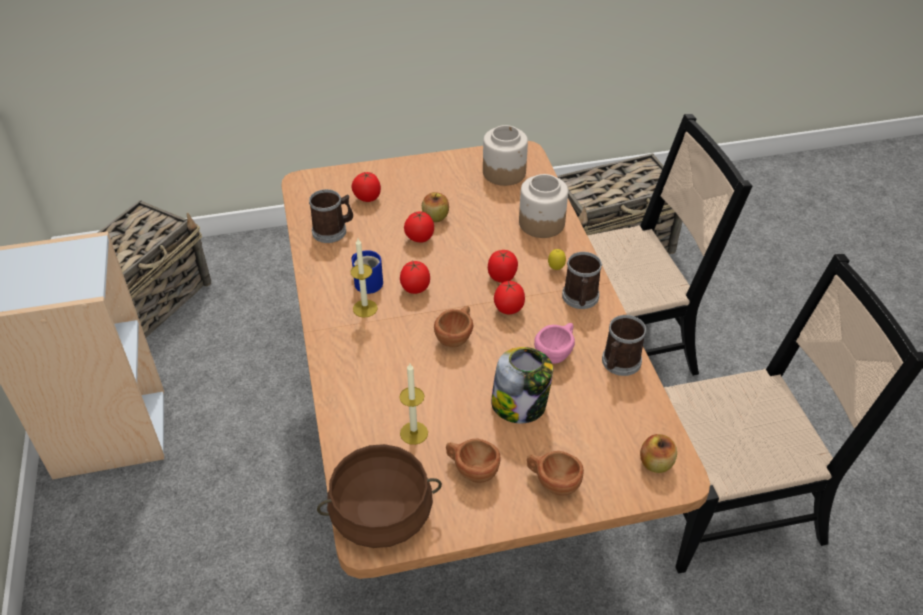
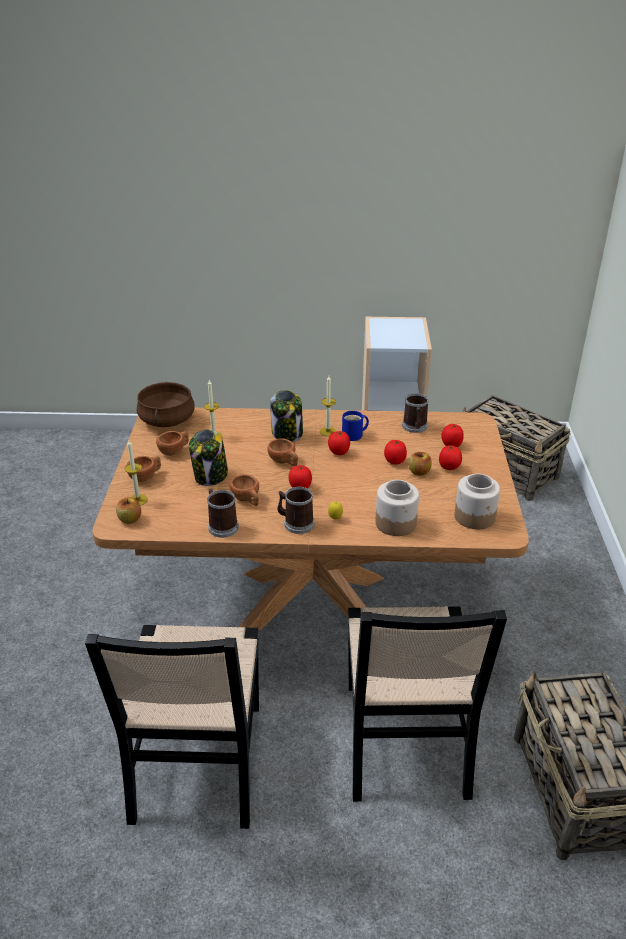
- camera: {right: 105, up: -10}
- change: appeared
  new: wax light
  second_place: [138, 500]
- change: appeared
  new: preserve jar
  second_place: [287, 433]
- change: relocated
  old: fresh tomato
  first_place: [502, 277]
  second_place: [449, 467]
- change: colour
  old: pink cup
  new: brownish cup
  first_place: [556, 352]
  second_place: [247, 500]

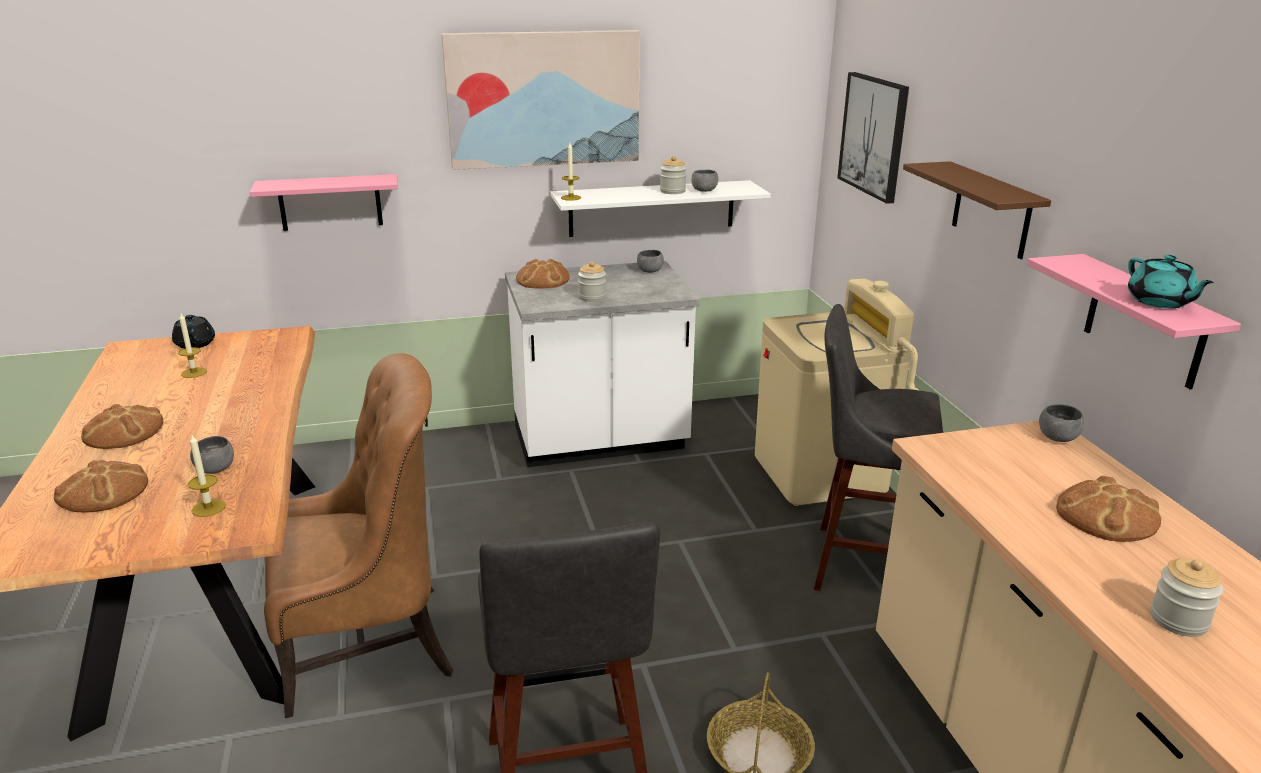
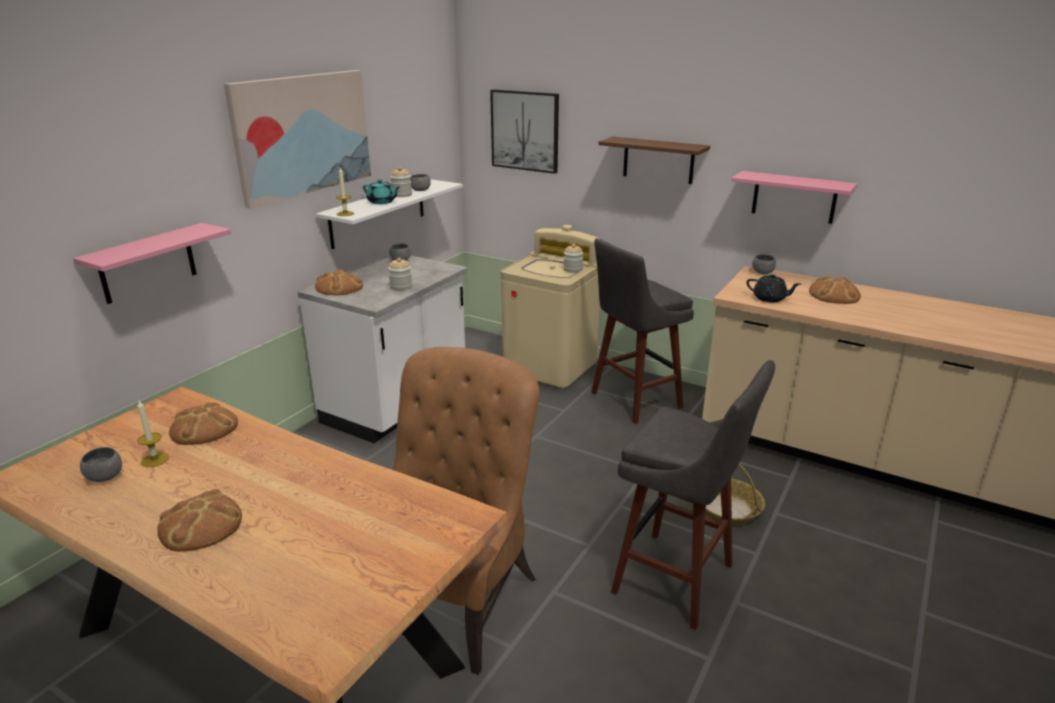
- camera: {right: -45, up: 0}
- change: missing
  old: wax light
  first_place: [208, 508]
- change: relocated
  old: baked bread
  first_place: [103, 492]
  second_place: [204, 428]
- change: relocated
  old: black-coloured pot for tea
  first_place: [195, 344]
  second_place: [770, 298]
- change: relocated
  old: gray bowl
  first_place: [215, 469]
  second_place: [105, 477]
- change: relocated
  old: blue-green pot for tea
  first_place: [1159, 302]
  second_place: [382, 202]
- change: relocated
  old: preserve jar
  first_place: [1178, 620]
  second_place: [573, 269]

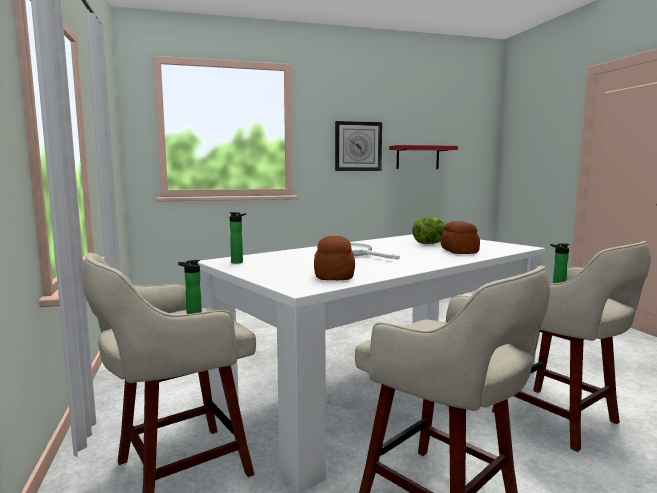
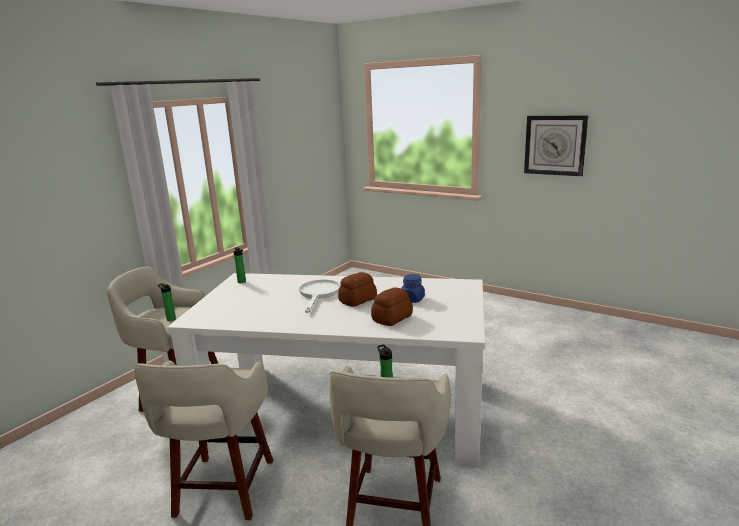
- camera: {right: 50, up: 10}
- change: missing
  old: red wall shelf
  first_place: [417, 157]
- change: relocated
  old: baked bread
  first_place: [335, 275]
  second_place: [358, 300]
- change: exchanged
  old: lettuce
  new: bluish preserve jar
  first_place: [430, 244]
  second_place: [412, 299]

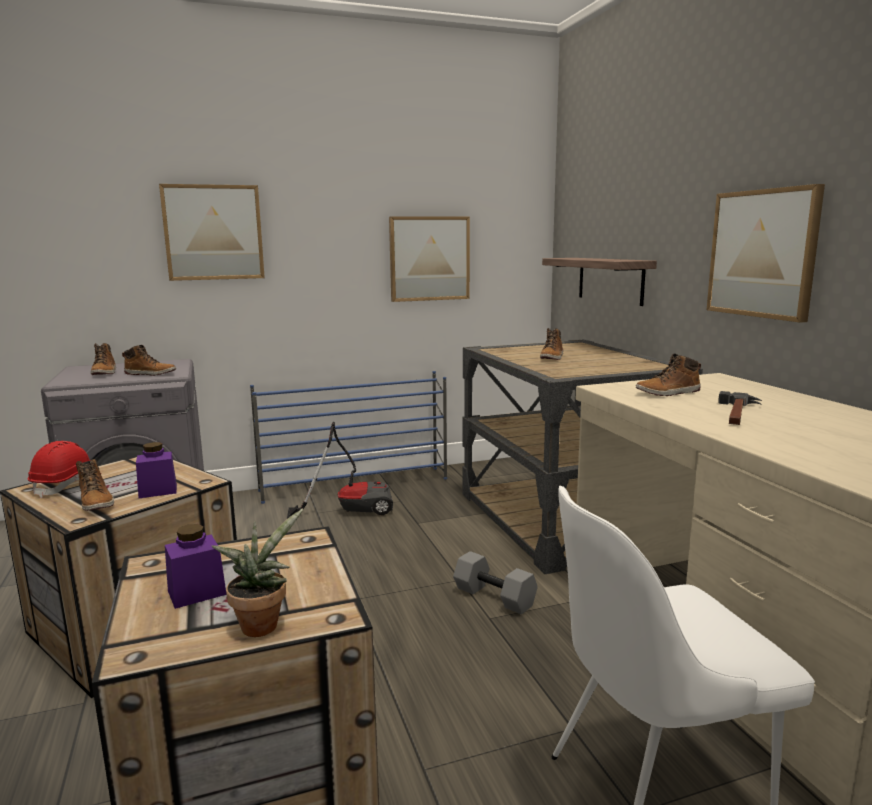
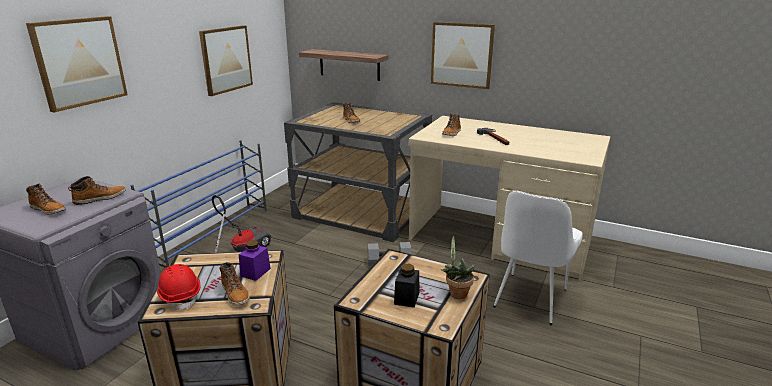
- camera: {right: -45, up: 10}
- change: colour
  old: purple preserve jar
  new: black-coloured preserve jar
  first_place: [197, 592]
  second_place: [406, 298]
- change: spun
  old: tall boot
  first_place: [96, 502]
  second_place: [235, 294]
  degrees: 45

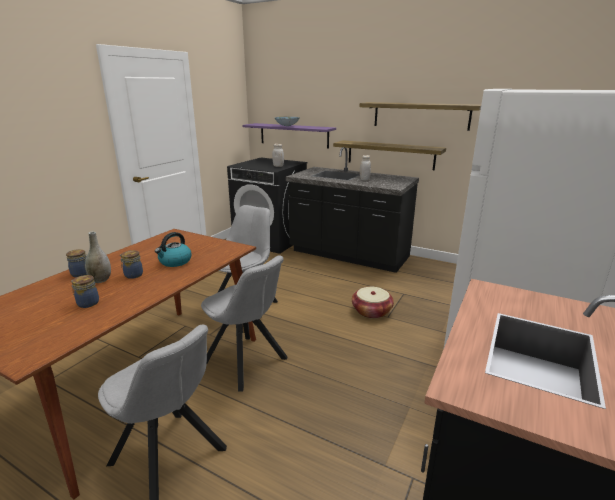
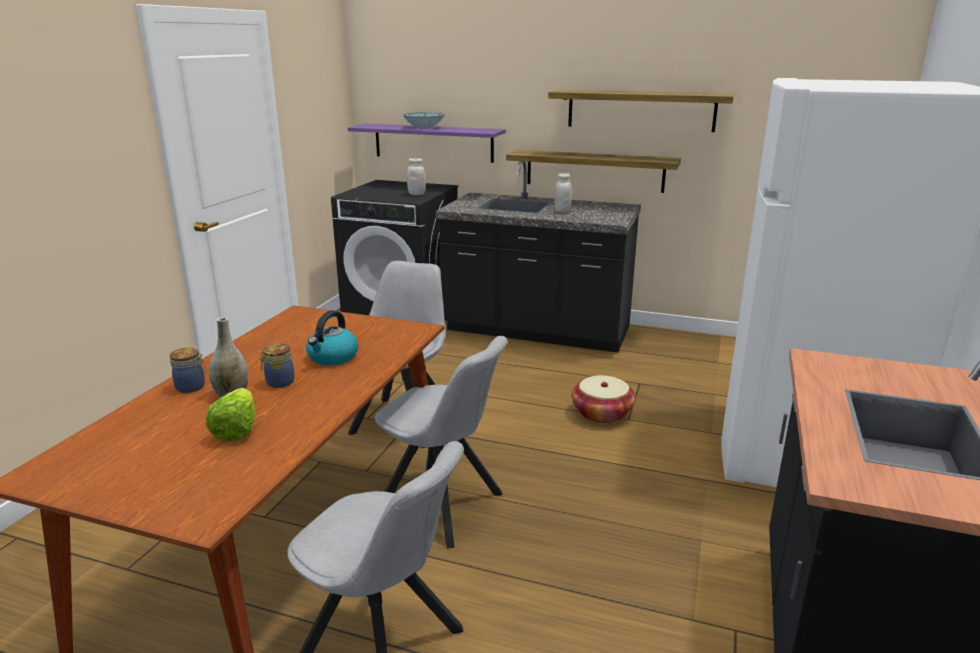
- camera: {right: -10, up: 0}
- change: exchanged
  old: preserve jar
  new: lettuce
  first_place: [87, 303]
  second_place: [236, 430]

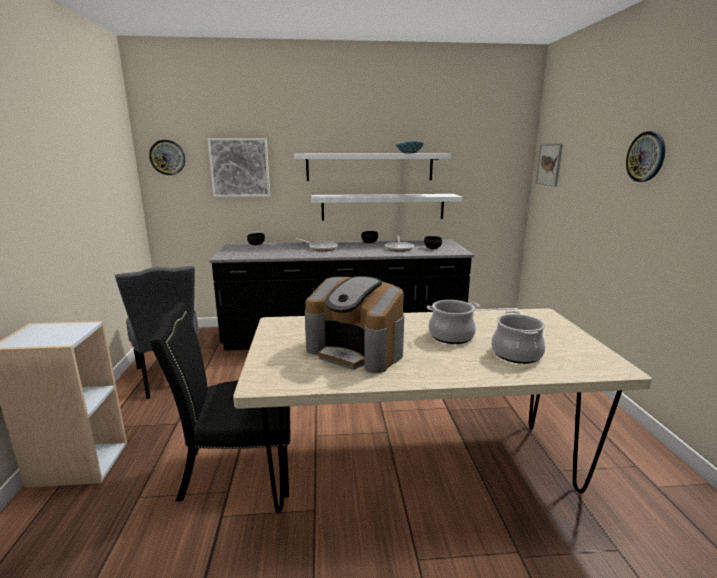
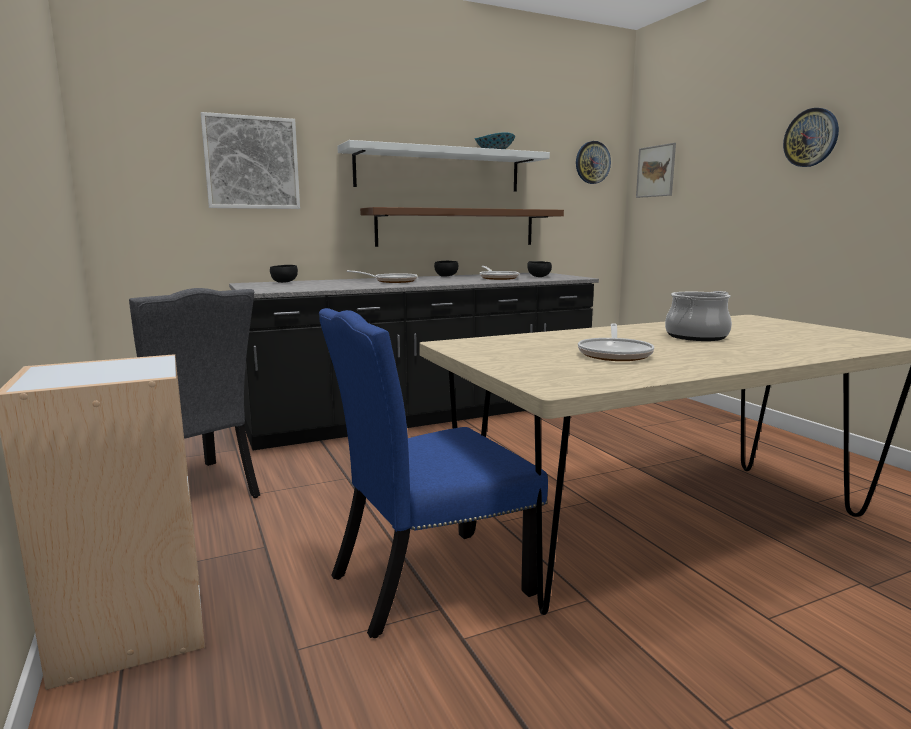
- camera: {right: -20, up: -5}
- change: missing
  old: stockpot
  first_place: [516, 354]
- change: relocated
  old: hanging clock
  first_place: [167, 157]
  second_place: [592, 162]
- change: exchanged
  old: coffee machine
  new: frying pan
  first_place: [356, 350]
  second_place: [615, 354]
- change: colour
  old: black-coloured upright chair
  new: bluish upright chair
  first_place: [240, 470]
  second_place: [433, 581]
- change: colour
  old: whitish wall shelf
  new: brownish wall shelf
  first_place: [383, 207]
  second_place: [457, 227]

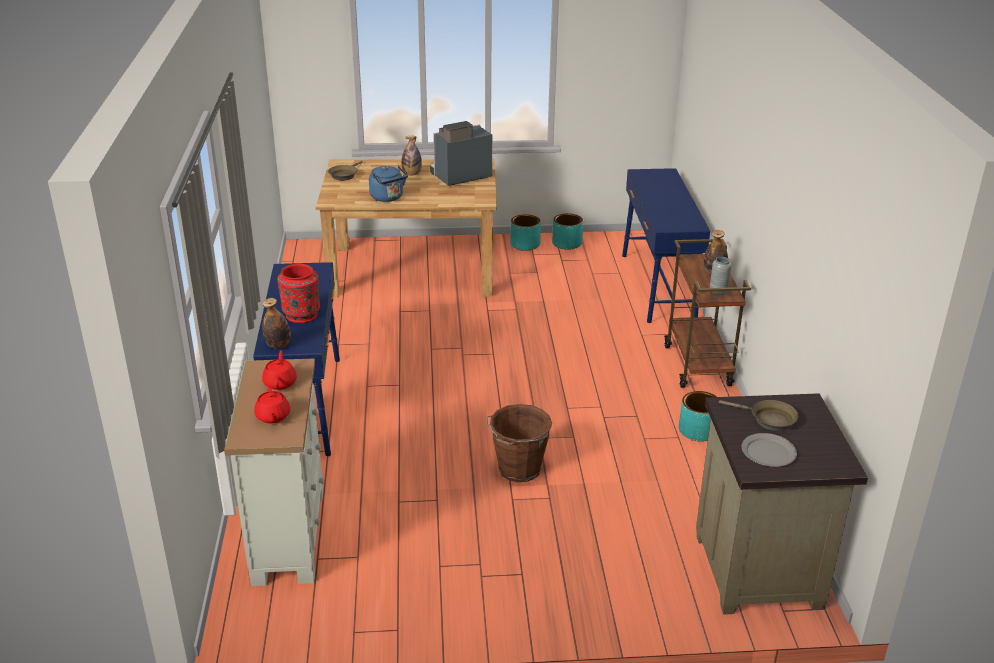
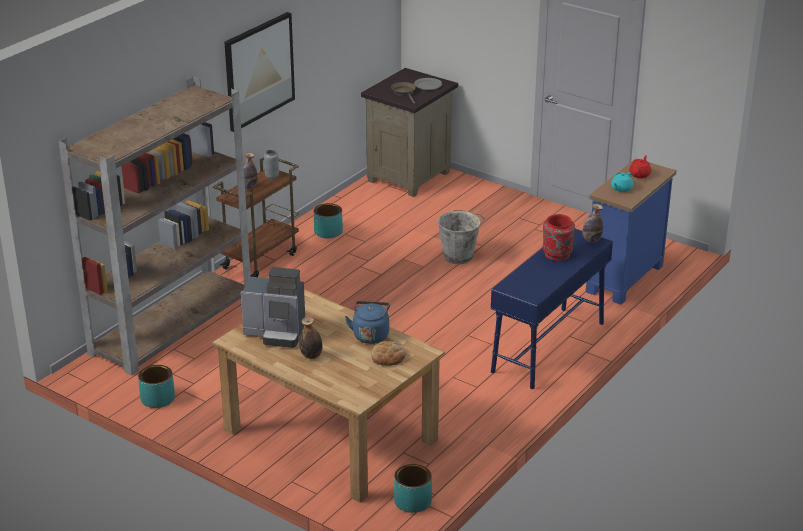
- camera: {right: -140, up: 0}
- change: missing
  old: brownish frying pan
  first_place: [344, 175]
- change: appeared
  new: picture
  second_place: [259, 71]
- change: appeared
  new: baked bread
  second_place: [388, 357]
- change: relocated
  old: blue-green plant pot
  first_place: [525, 244]
  second_place: [412, 502]
- change: exchanged
  old: bluish hall table
  new: brownish bookcase
  first_place: [656, 287]
  second_place: [172, 323]
- change: colour
  old: whitish chest of drawers
  new: bluish chest of drawers
  first_place: [289, 536]
  second_place: [623, 279]
- change: colour
  old: red pot for tea
  new: blue-green pot for tea
  first_place: [280, 382]
  second_place: [621, 189]
- change: colour
  old: brownish water bucket
  new: gray water bucket
  first_place: [518, 470]
  second_place: [459, 256]

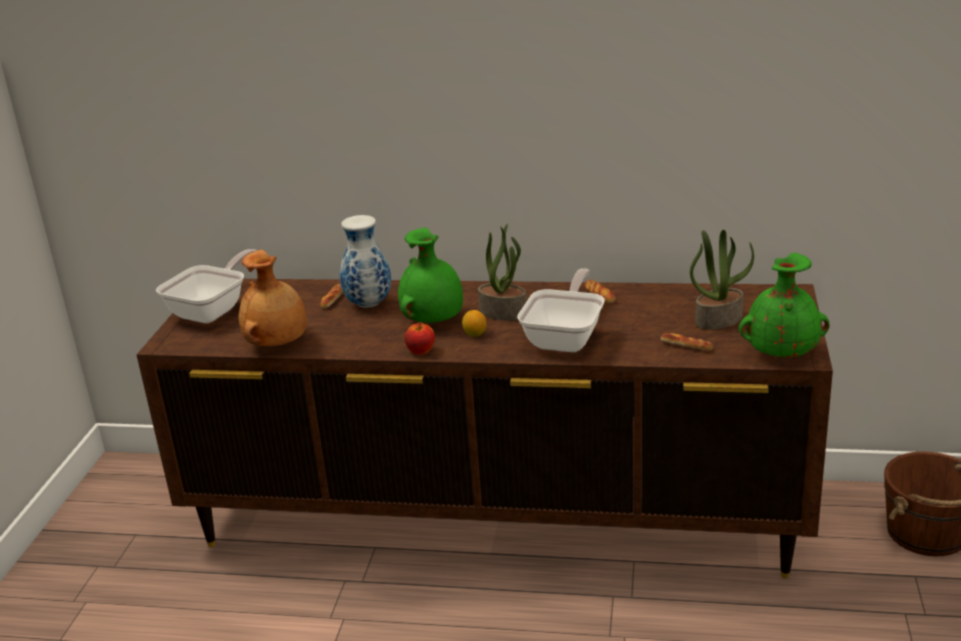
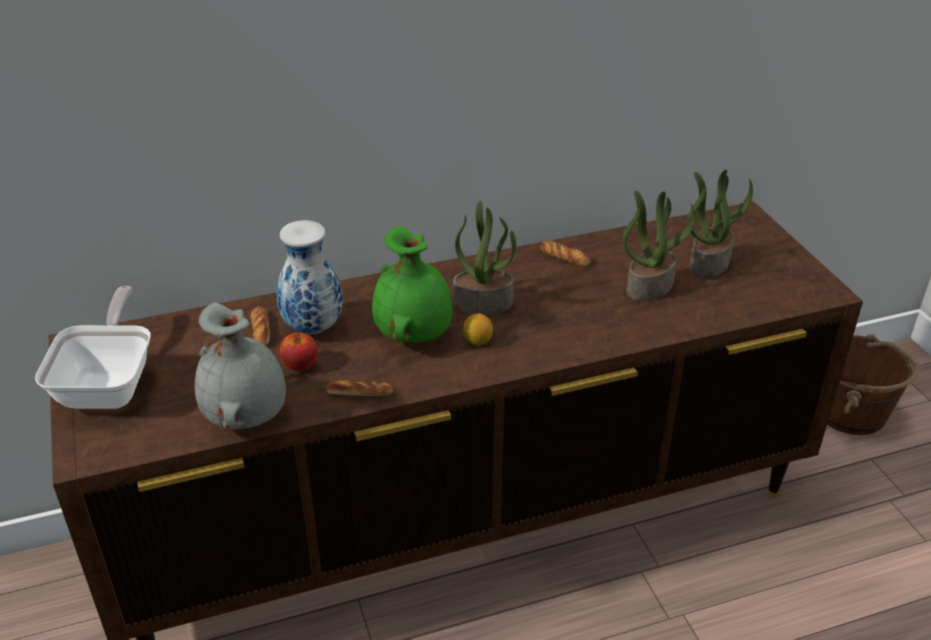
- camera: {right: -30, up: 10}
- change: missing
  old: frying pan
  first_place: [566, 337]
- change: missing
  old: green vase
  first_place: [781, 353]
- change: appeared
  new: plant in a pot
  second_place: [649, 286]
- change: relocated
  old: apple fruit
  first_place: [421, 351]
  second_place: [300, 365]
- change: relocated
  old: baked bread
  first_place: [686, 346]
  second_place: [360, 393]
- change: colour
  old: brownish vase
  new: gray vase
  first_place: [278, 344]
  second_place: [247, 416]

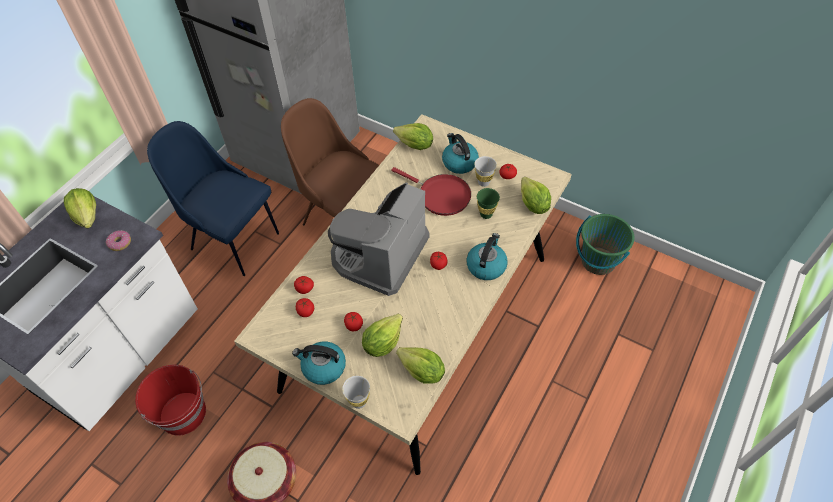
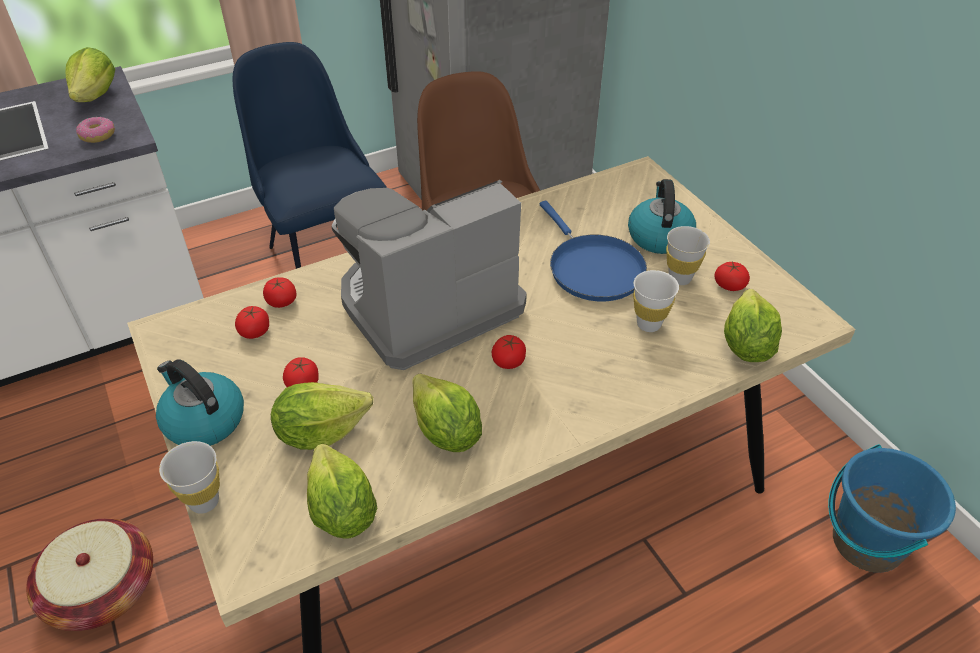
- camera: {right: 30, up: -10}
- change: missing
  old: red water bucket
  first_place: [183, 413]
- change: missing
  old: water kettle
  first_place: [486, 265]
- change: relocated
  old: lettuce
  first_place: [415, 145]
  second_place: [446, 433]
- change: colour
  old: red frying pan
  new: bluish frying pan
  first_place: [441, 195]
  second_place: [592, 268]
- change: colour
  old: green cup
  new: whitish cup
  first_place: [486, 214]
  second_place: [648, 324]
- change: colour
  old: green water bucket
  new: bluish water bucket
  first_place: [598, 261]
  second_place: [866, 542]

